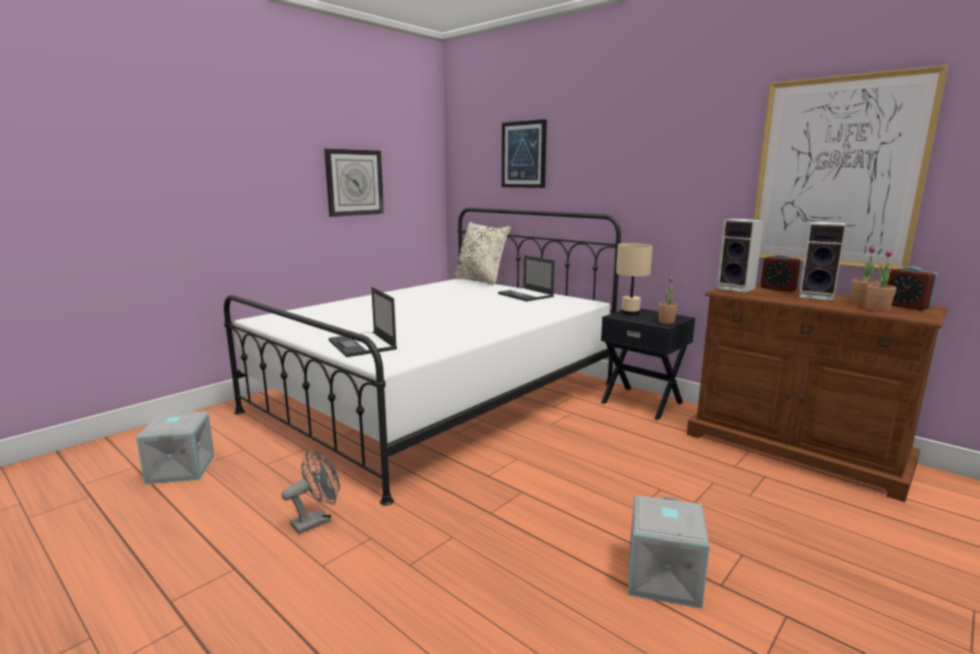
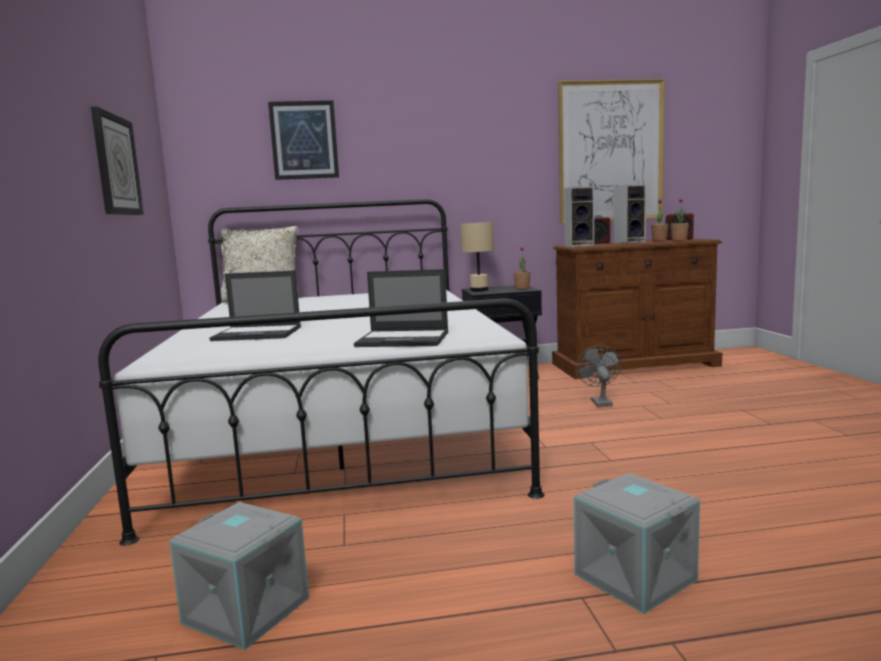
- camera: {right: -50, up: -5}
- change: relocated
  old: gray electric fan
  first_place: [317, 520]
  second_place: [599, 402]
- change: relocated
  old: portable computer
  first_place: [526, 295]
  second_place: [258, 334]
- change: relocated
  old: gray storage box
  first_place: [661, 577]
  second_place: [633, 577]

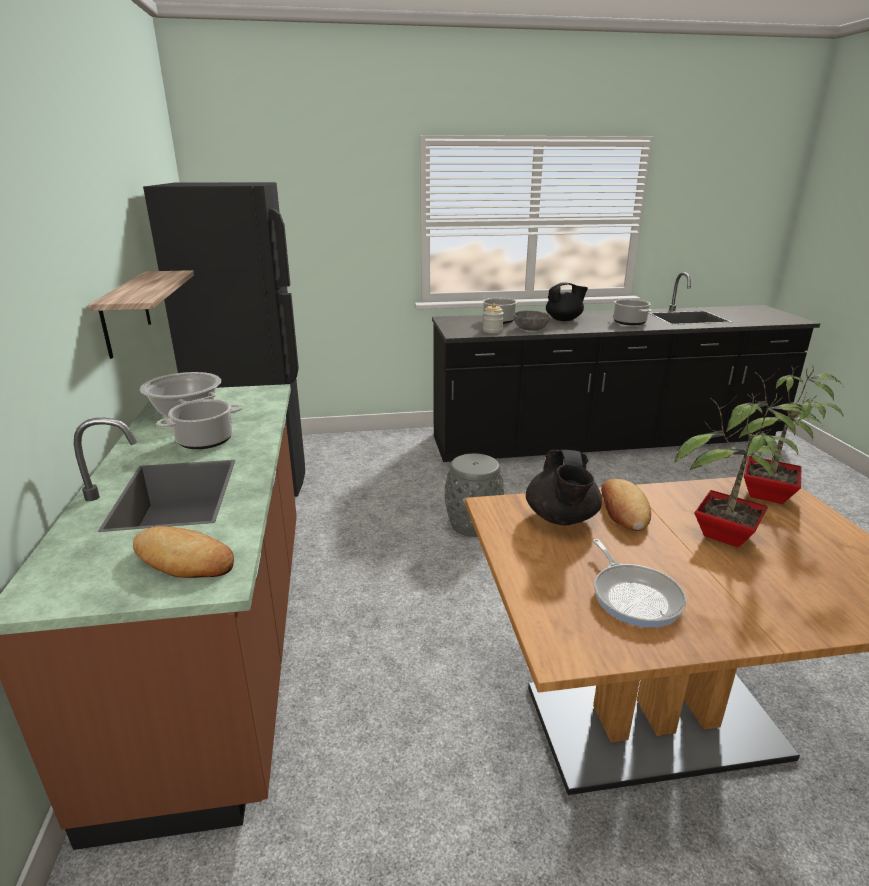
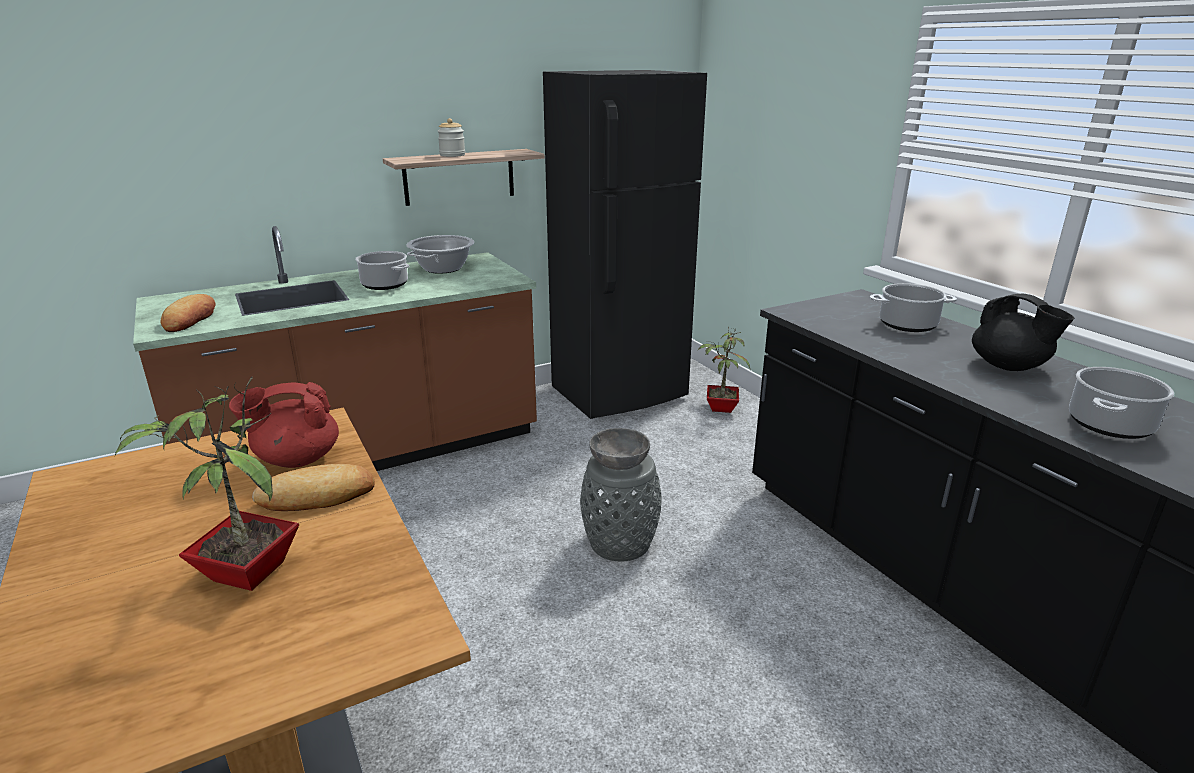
- camera: {right: 70, up: 0}
- change: missing
  old: frying pan
  first_place: [634, 596]
- change: relocated
  old: preserve jar
  first_place: [492, 331]
  second_place: [452, 155]
- change: relocated
  old: gray bowl
  first_place: [530, 329]
  second_place: [618, 463]
- change: relocated
  old: plant in a pot
  first_place: [766, 496]
  second_place: [719, 408]
- change: colour
  old: black-coloured pot for tea
  new: red pot for tea
  first_place: [561, 518]
  second_place: [296, 459]

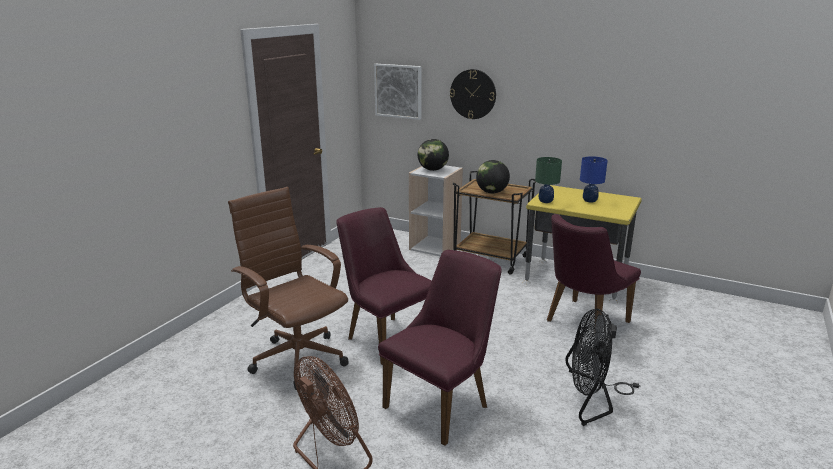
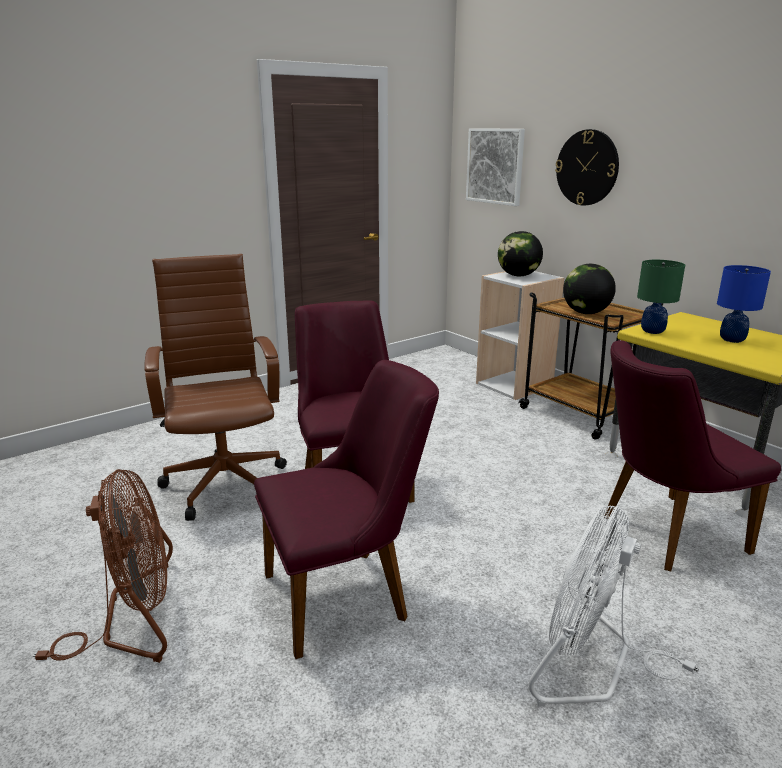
- camera: {right: 25, up: 0}
- change: colour
  old: black-coloured electric fan
  new: whitish electric fan
  first_place: [594, 395]
  second_place: [596, 659]

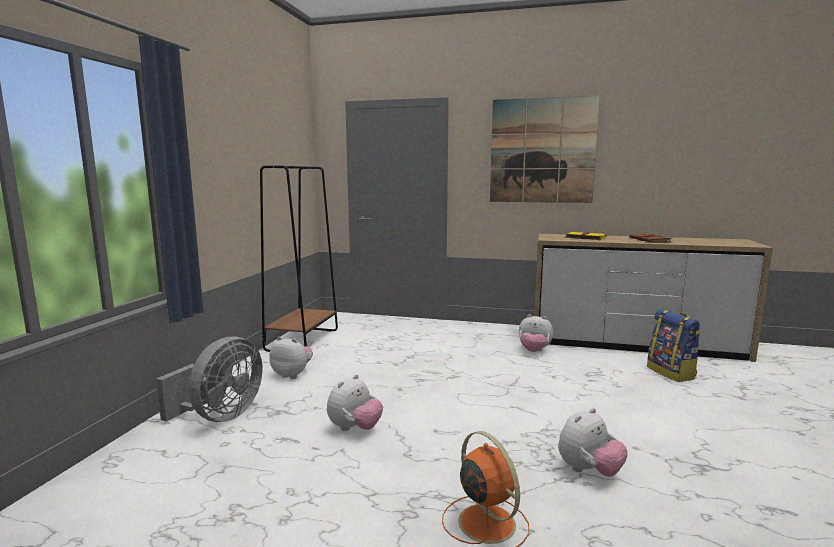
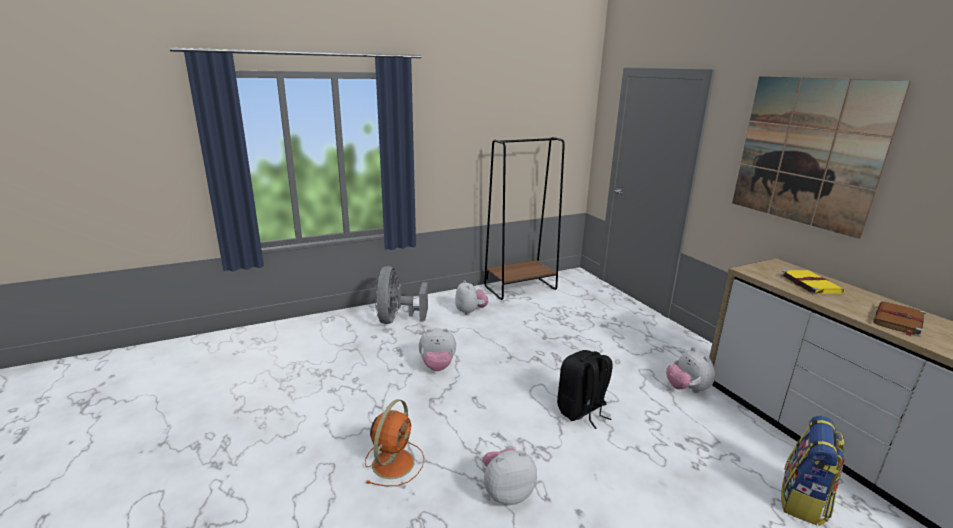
- camera: {right: 50, up: 10}
- change: appeared
  new: black-coloured backpack
  second_place: [582, 411]
- change: spun
  old: gray electric fan
  first_place: [220, 416]
  second_place: [396, 319]
  degrees: 105
- change: spun
  old: soft toy
  first_place: [589, 471]
  second_place: [506, 492]
  degrees: 150

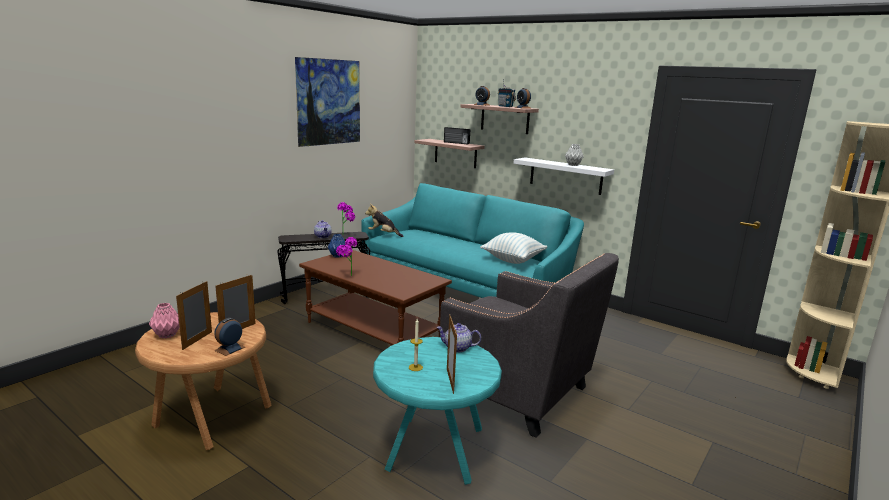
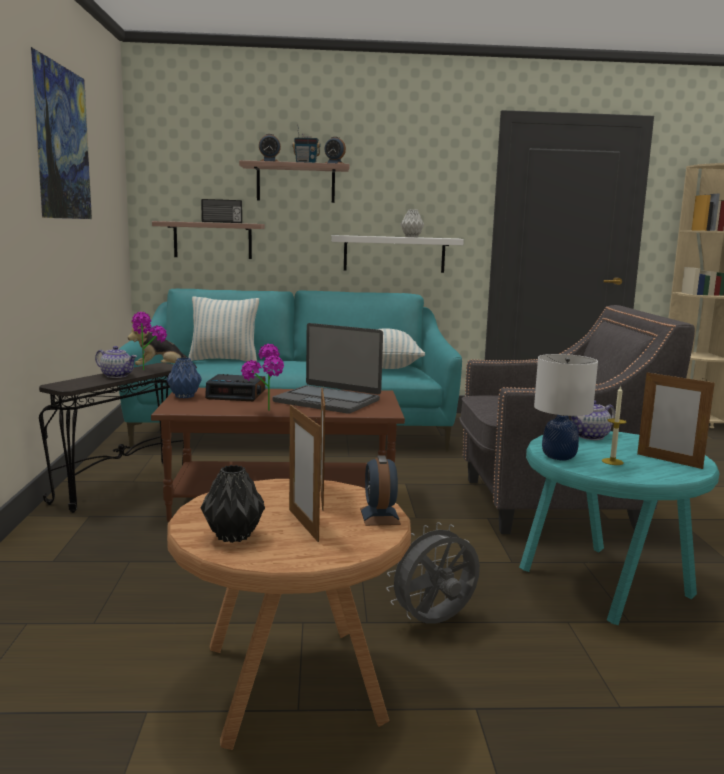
- camera: {right: -40, up: -5}
- change: appeared
  new: pillow
  second_place: [224, 360]
- change: appeared
  new: table clock
  second_place: [237, 395]
- change: appeared
  new: portable computer
  second_place: [327, 401]
- change: appeared
  new: gray electric fan
  second_place: [434, 623]
- change: appeared
  new: whitish lamp for a table
  second_place: [560, 458]
- change: colour
  old: pink vase
  new: black-coloured vase
  first_place: [167, 335]
  second_place: [232, 536]

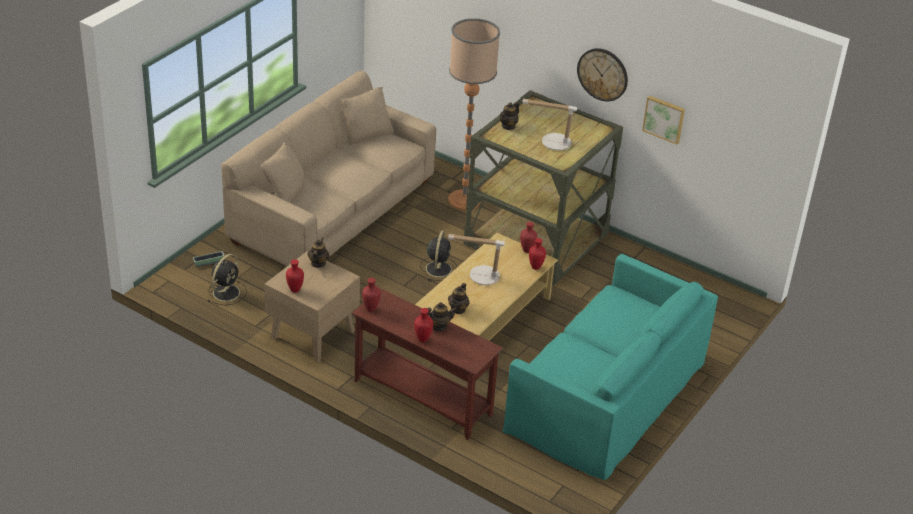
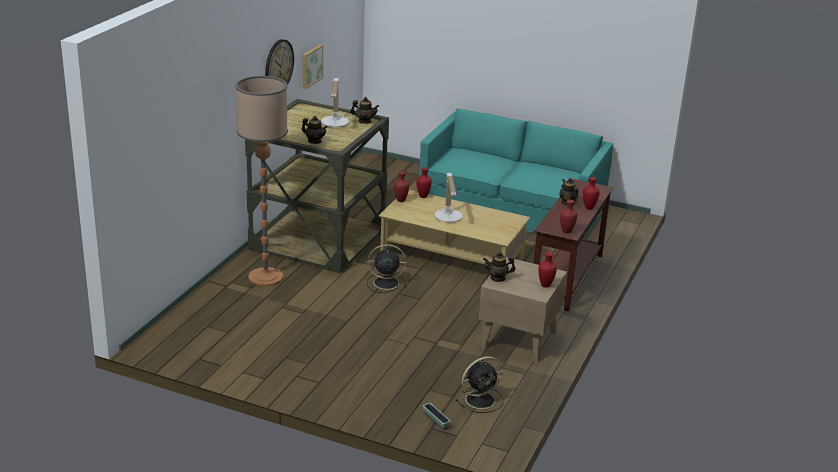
- camera: {right: -100, up: -10}
- change: missing
  old: beige settee
  first_place: [333, 211]
- change: relocated
  old: pot for tea
  first_place: [458, 309]
  second_place: [364, 121]
- change: spun
  old: black-coloured electric fan
  first_place: [227, 292]
  second_place: [481, 399]
  degrees: 135

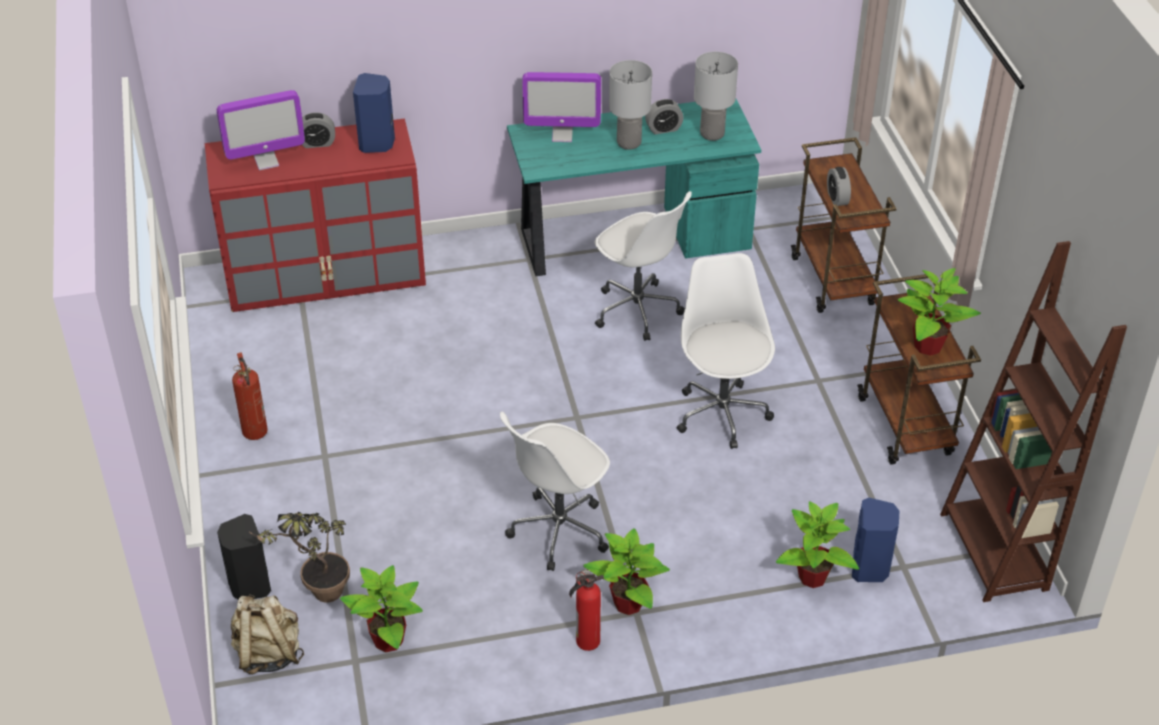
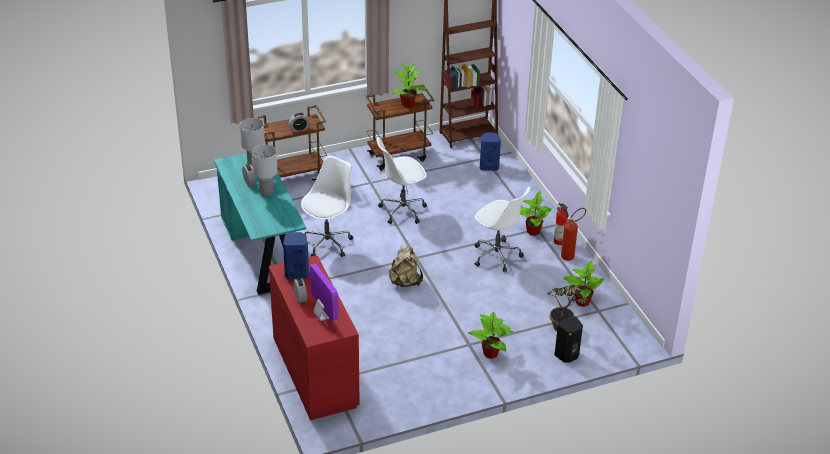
- camera: {right: -100, up: -5}
- change: missing
  old: computer screen
  first_place: [562, 135]
- change: relocated
  old: beige backpack
  first_place: [268, 653]
  second_place: [405, 282]
- change: relocated
  old: fire-fighting cylinder
  first_place: [256, 436]
  second_place: [570, 255]
- change: relocated
  old: plant in a pot
  first_place: [812, 578]
  second_place: [491, 353]

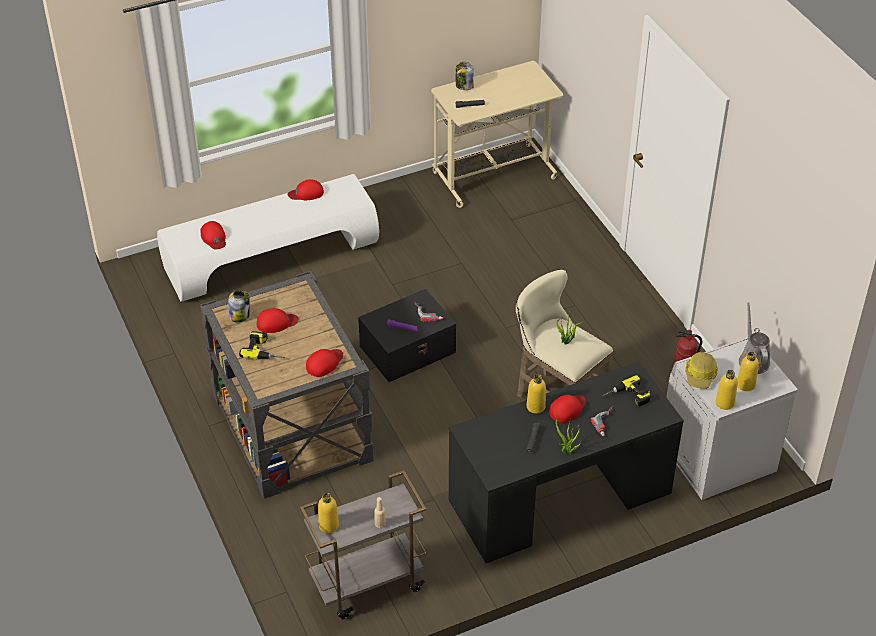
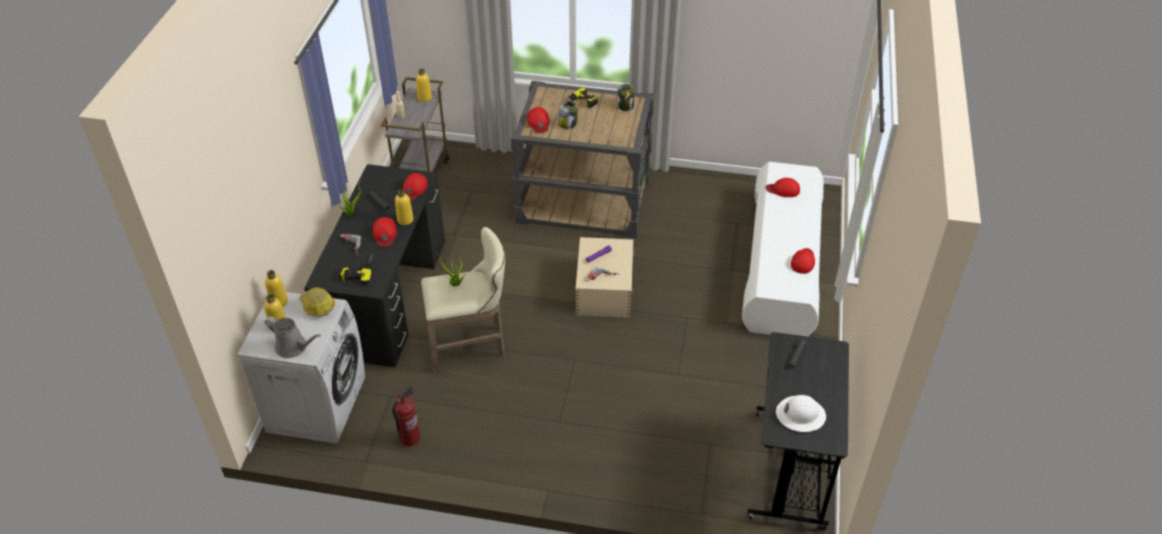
- camera: {right: 125, up: 0}
- change: appeared
  new: whitish hard hat
  second_place: [800, 415]
- change: relocated
  old: red cap
  first_place: [276, 323]
  second_place: [414, 189]
- change: relocated
  old: preserve jar
  first_place: [464, 86]
  second_place: [568, 124]
- change: colour
  old: black-coloured storage box
  new: beige storage box
  first_place: [408, 349]
  second_place: [604, 290]
- change: colour
  old: beige desk table
  new: black-coloured desk table
  first_place: [494, 175]
  second_place: [789, 469]

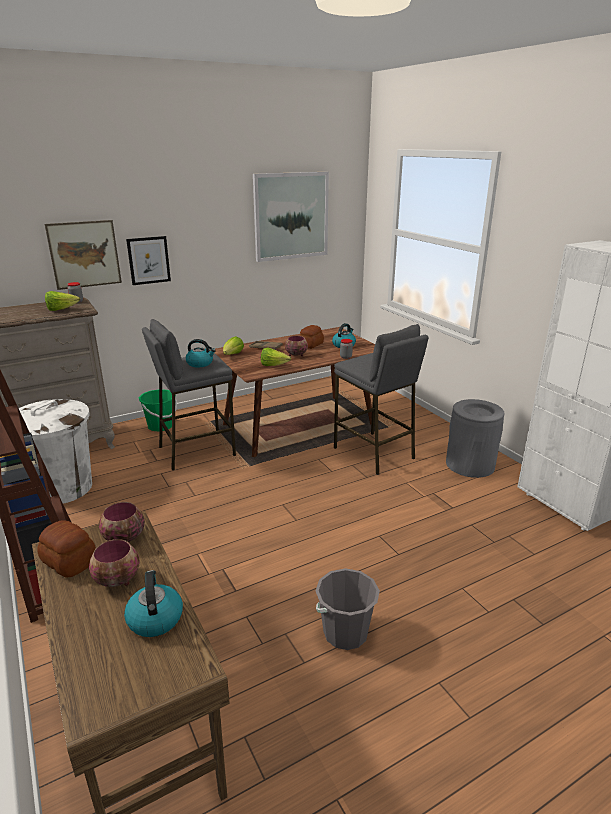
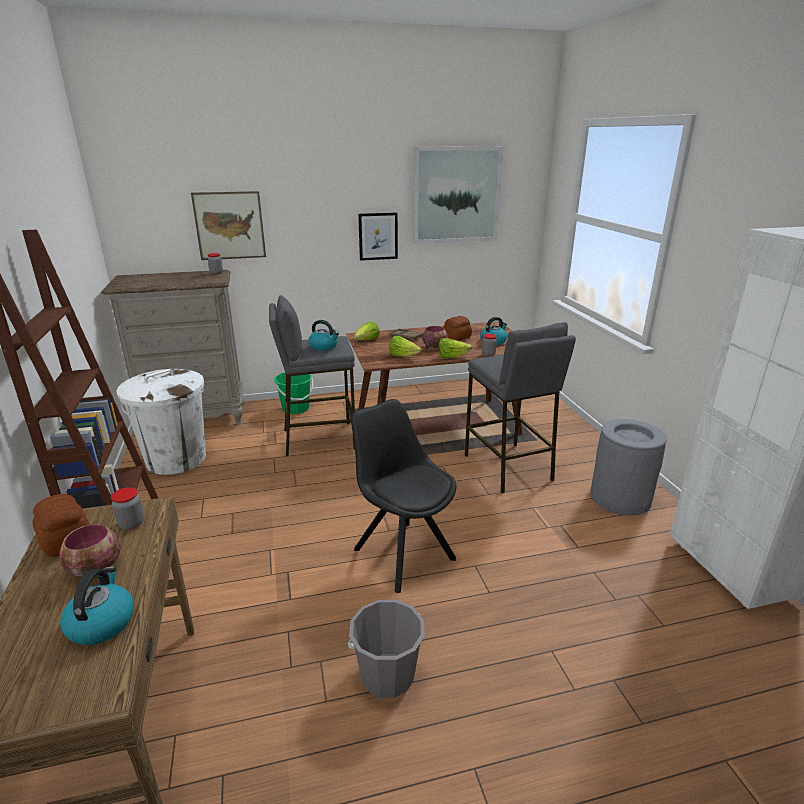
- camera: {right: 15, up: 0}
- change: appeared
  new: black-coloured upright chair
  second_place: [403, 554]
- change: relocated
  old: lettuce
  first_place: [61, 310]
  second_place: [451, 357]
- change: relocated
  old: picture
  first_place: [148, 260]
  second_place: [378, 236]
- change: exchanged
  old: bowl
  new: preserve jar
  first_place: [123, 538]
  second_place: [131, 523]

